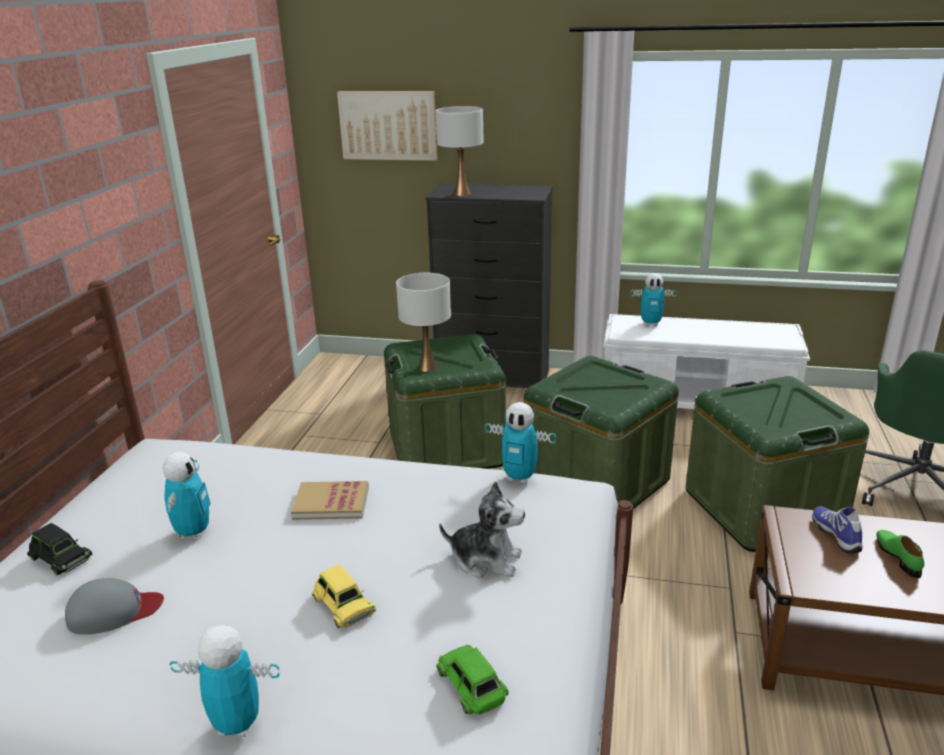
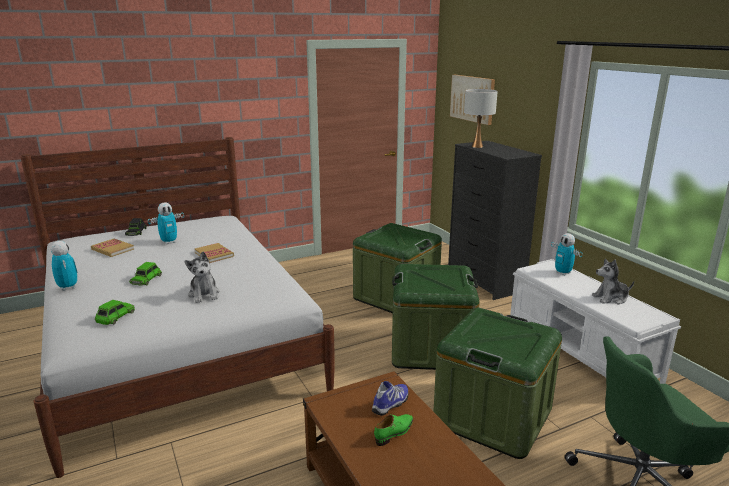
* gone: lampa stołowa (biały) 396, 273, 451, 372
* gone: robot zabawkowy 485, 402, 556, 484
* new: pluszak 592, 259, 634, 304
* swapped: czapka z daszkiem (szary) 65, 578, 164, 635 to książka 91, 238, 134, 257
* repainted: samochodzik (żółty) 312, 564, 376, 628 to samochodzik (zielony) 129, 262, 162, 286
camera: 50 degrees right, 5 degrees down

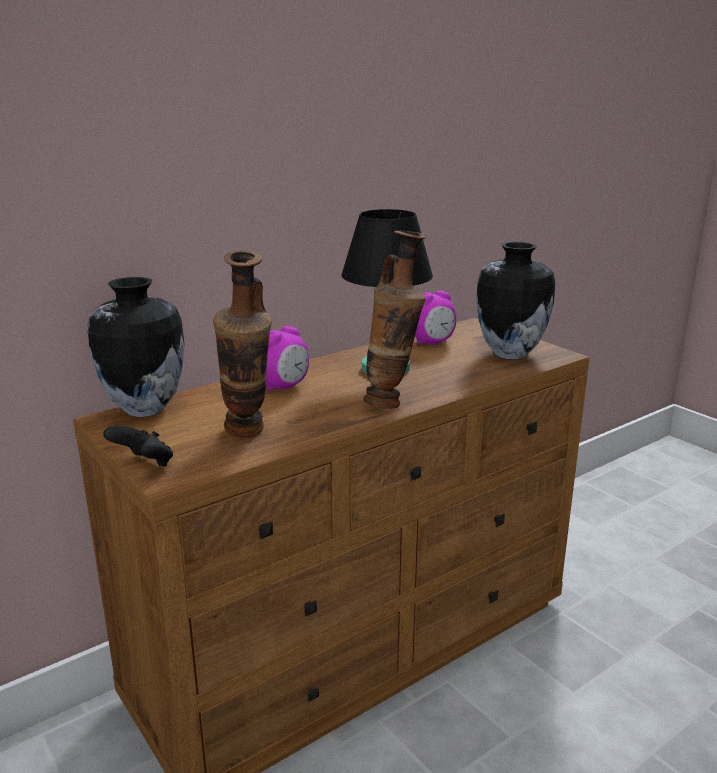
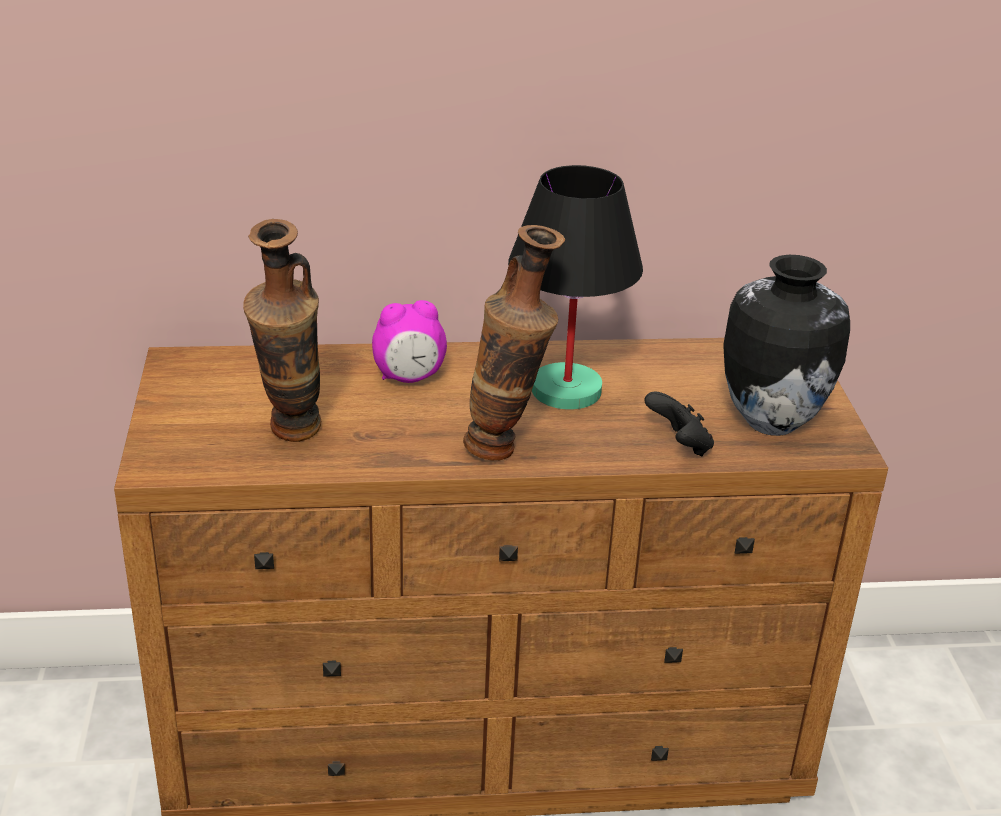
* gone: wazon 87, 277, 185, 417
* gone: budzik 415, 290, 456, 345
* shifted: pad do gier (czarny) 103, 425, 173, 467 to 644, 391, 714, 456
camera: 30 degrees right, 10 degrees up

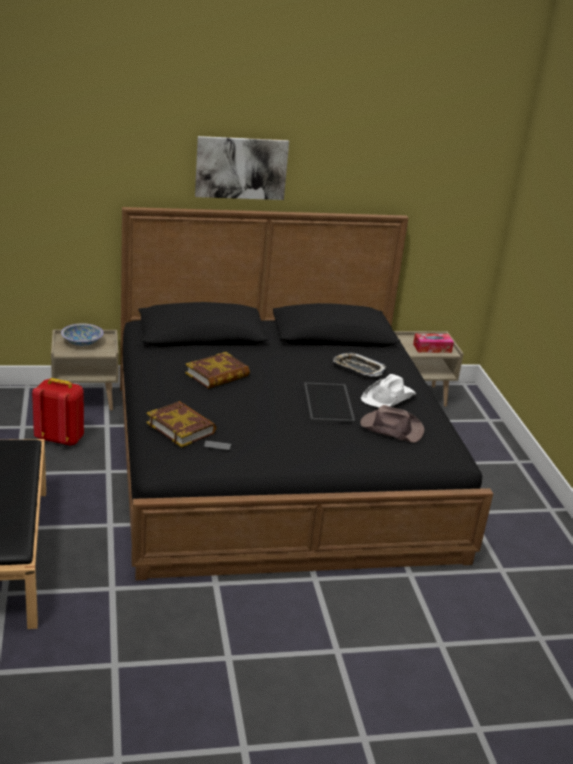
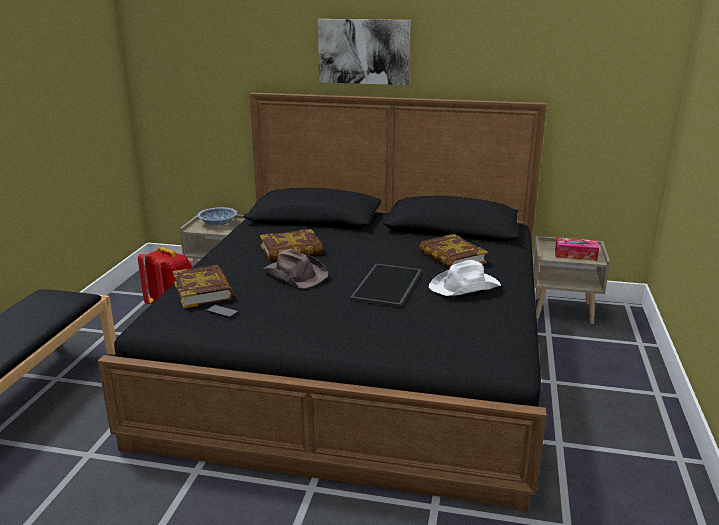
* shifted: kapelusz (brązowy) 360, 405, 424, 443 to 263, 249, 328, 289
* swapped: taca 333, 353, 386, 376 to książka 419, 234, 488, 269
camera: 25 degrees right, 5 degrees down

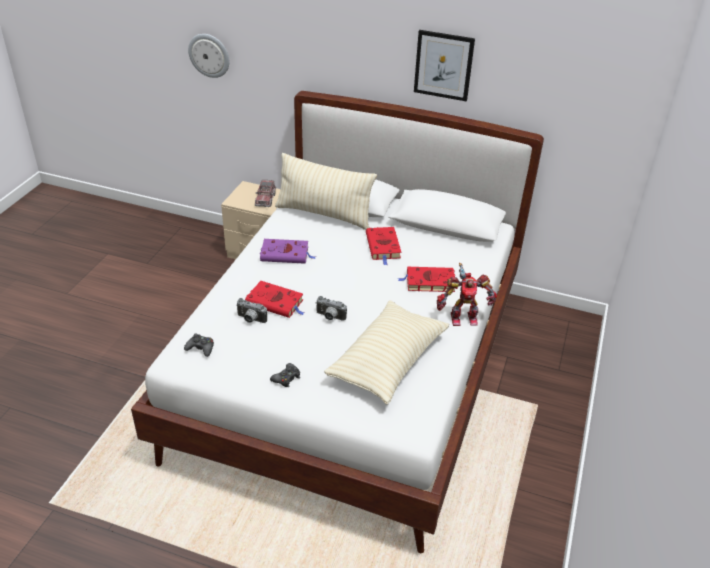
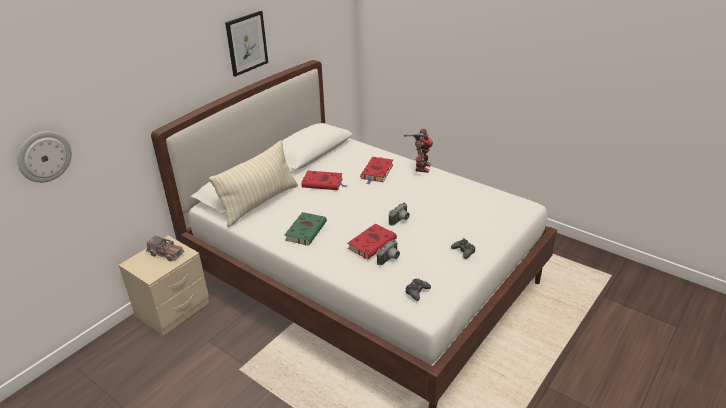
* gone: poduszka (beżowy) 324, 300, 449, 404
* repainted: książka (fioletowy) 260, 239, 316, 264 to książka (zielony) 285, 212, 327, 246
camera: 70 degrees left, 5 degrees down

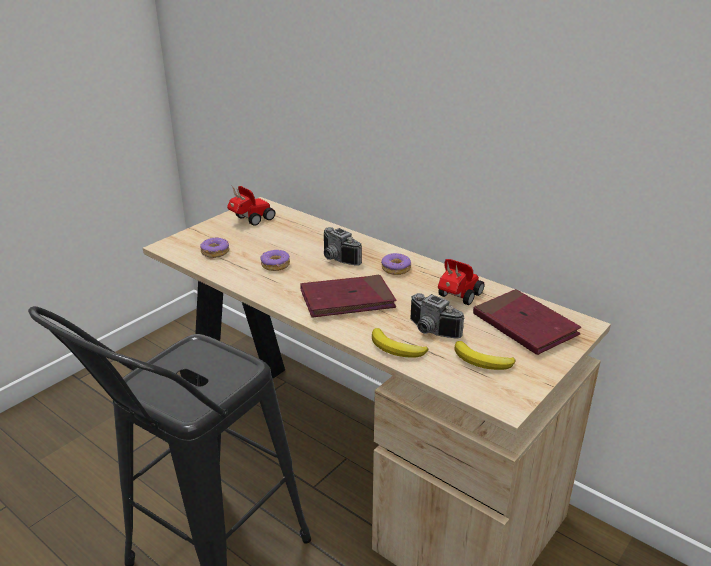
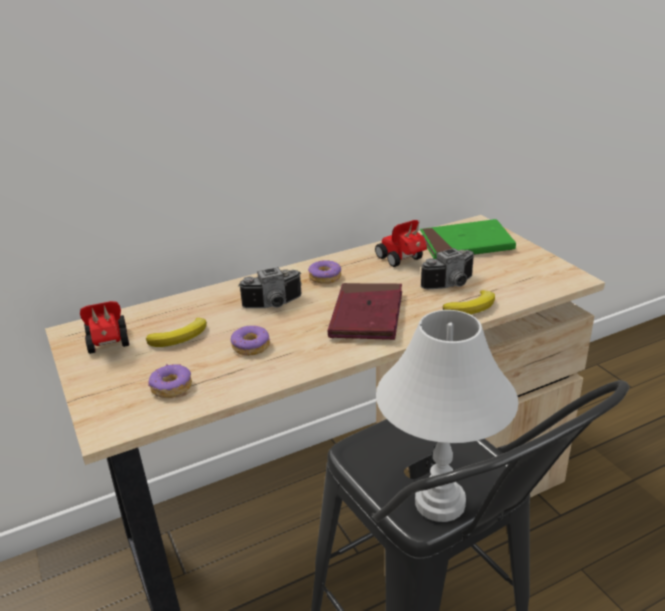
* new: lampa stołowa (biały) 376, 310, 519, 522
* shifted: banan 454, 341, 515, 370 to 146, 318, 207, 347
* repainted: książka (czerwony) 473, 289, 581, 355 to książka (zielony) 420, 219, 516, 259
camera: 65 degrees left, 0 degrees up

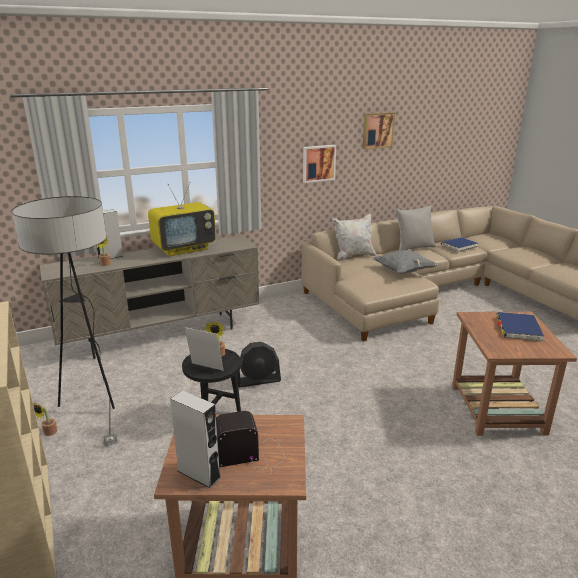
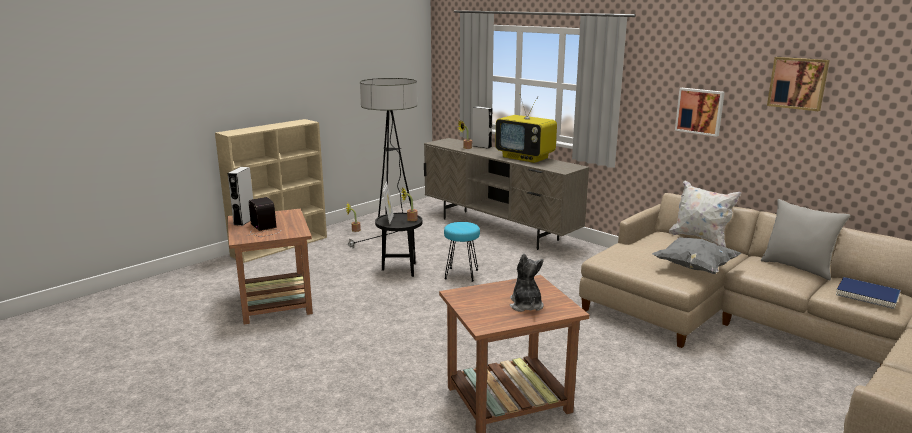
* swapped: wentylator (czarny) 237, 342, 281, 387 to stołek (turkusowy) 444, 222, 480, 282
* swapped: książka (niebieski) 496, 312, 544, 342 to pluszak 510, 253, 544, 312
camera: 70 degrees right, 5 degrees down

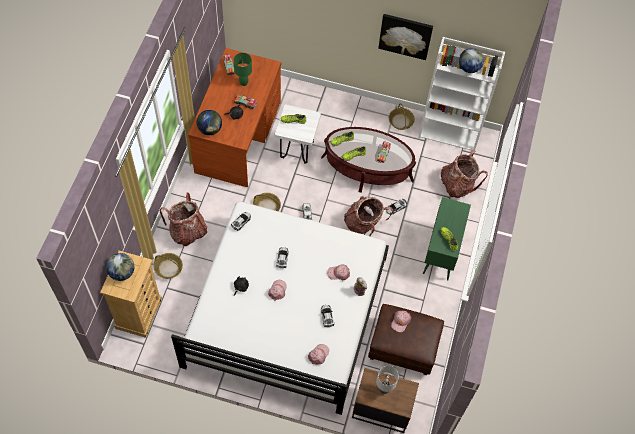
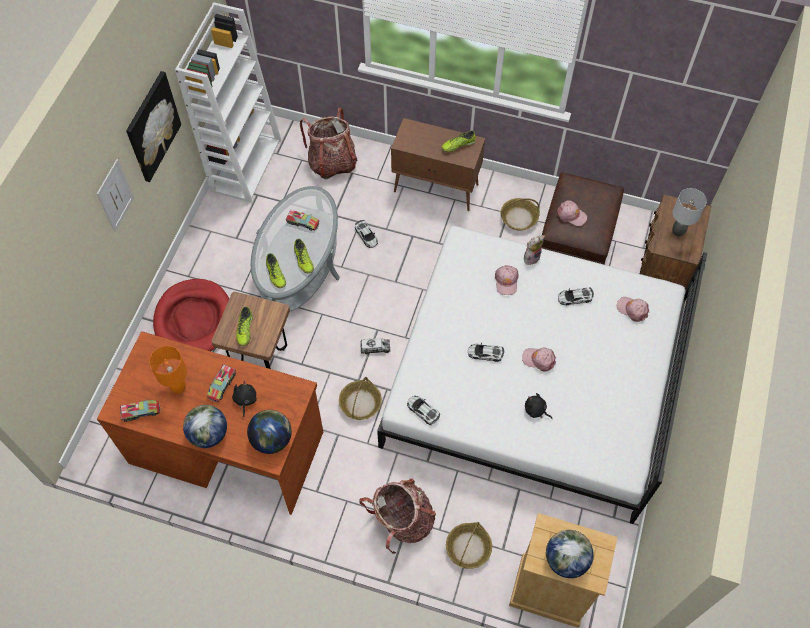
* gone: plecak 344, 196, 393, 236
* new: obraz 97, 159, 134, 232
* new: legowisko (czerwony) 153, 279, 229, 351
* shifted: koszyk 389, 103, 415, 130 to 501, 198, 540, 231
* shifted: globus 459, 48, 484, 73 to 183, 405, 227, 448
* repainted: lampa stołowa (zielony) 234, 53, 252, 86 to lampa stołowa (pomarańczowy) 149, 346, 187, 394
* repainted: stołek (biały) 275, 105, 321, 164 to stołek (brązowy) 212, 292, 290, 369
* repainted: ława (brązowy) 321, 127, 416, 193 to ława (szary) 251, 186, 340, 311
* repainted: szafka (zielony) 423, 197, 471, 281 to szafka (brązowy) 391, 118, 485, 211
camera: 85 degrees left, 0 degrees up

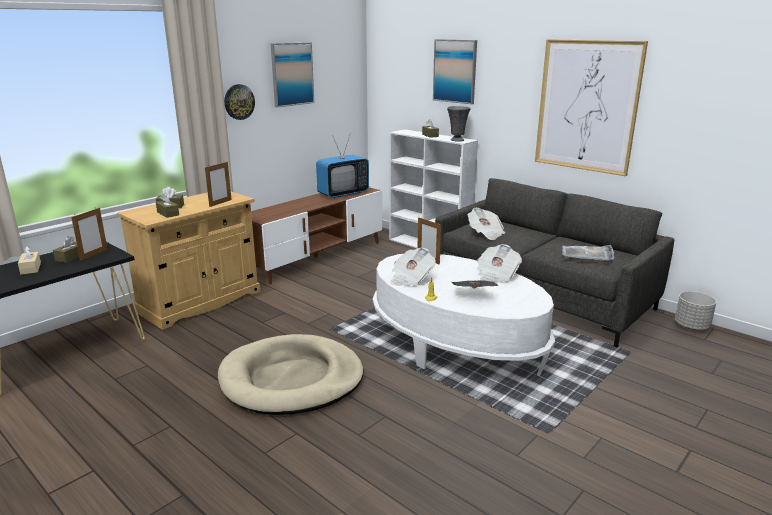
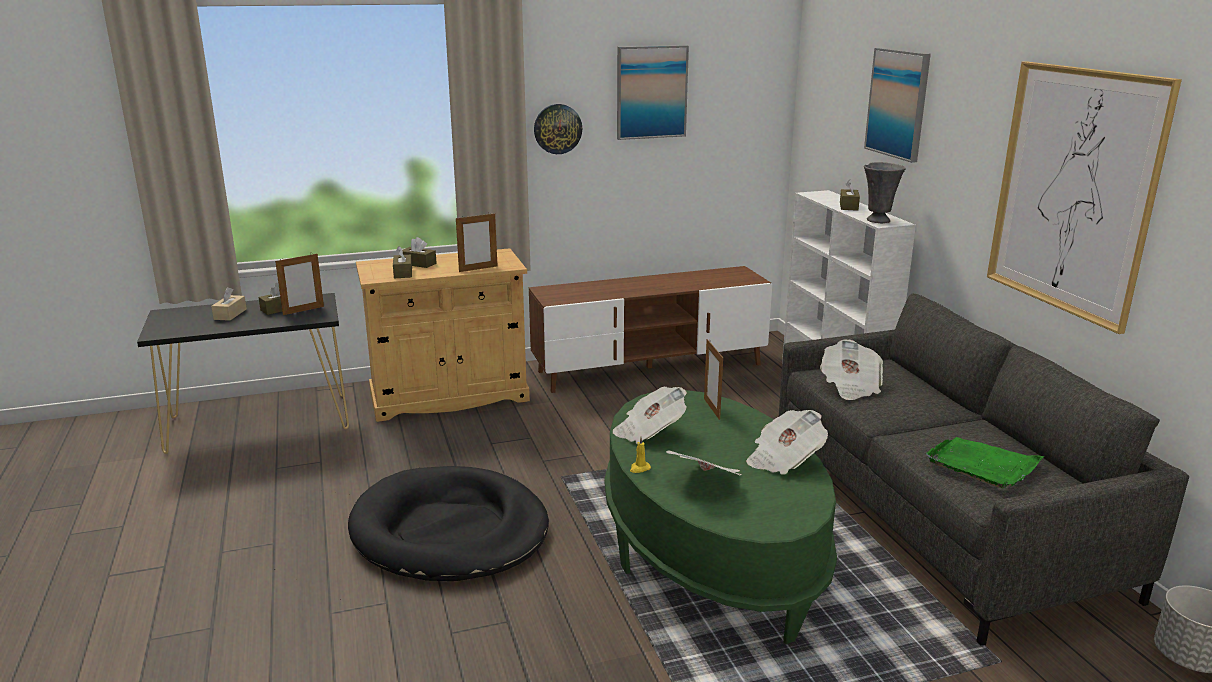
* gone: telewizor 316, 135, 369, 198
* repainted: legowisko (beżowy) 218, 334, 363, 415 to legowisko (czarny) 348, 466, 549, 581
* repainted: ława (biały) 373, 254, 555, 376 to ława (zielony) 604, 390, 837, 645
* repainted: taca (szary) 562, 245, 614, 263 to taca (zielony) 926, 437, 1045, 488
camera: 30 degrees right, 0 degrees up

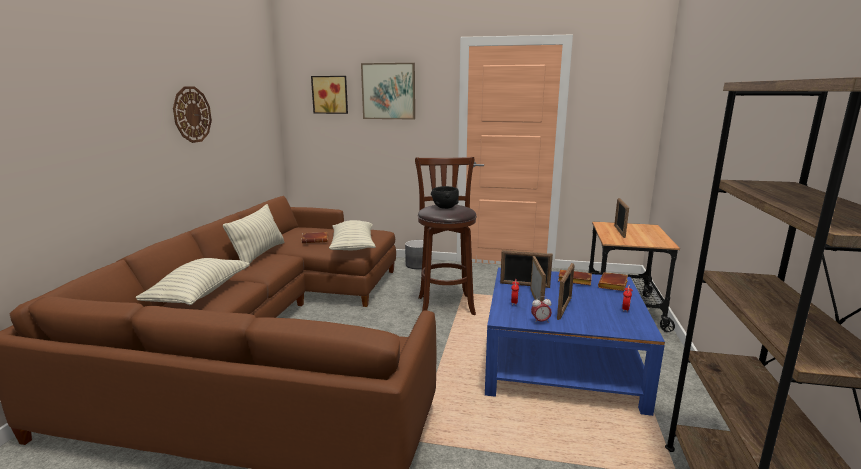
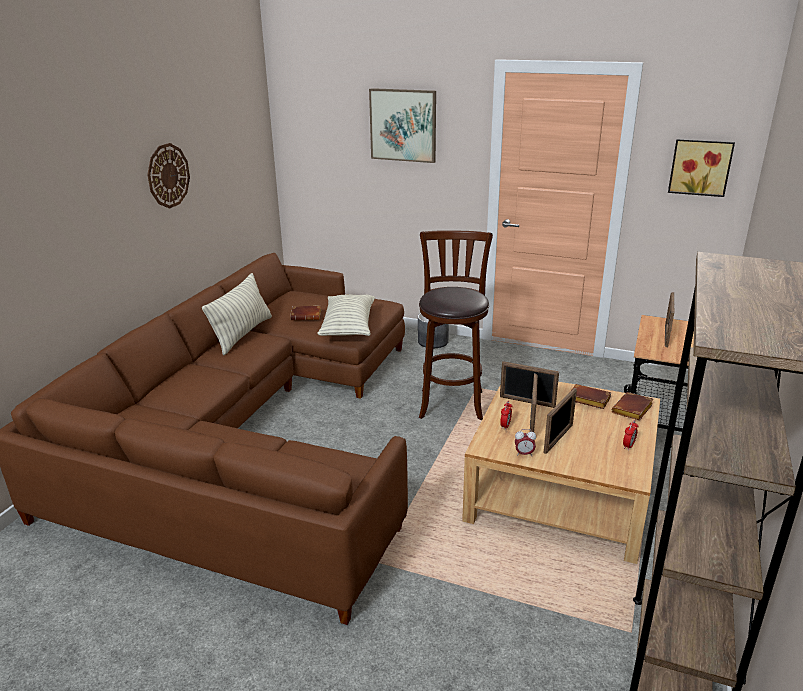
* gone: poduszka 136, 258, 250, 305
* gone: miska (czarny) 431, 186, 459, 209
* shifted: obraz 311, 76, 348, 114 to 668, 139, 735, 197
* repainted: ława (niebieski) 485, 268, 665, 416 to ława (beżowy) 462, 382, 660, 564
camera: 10 degrees right, 10 degrees up

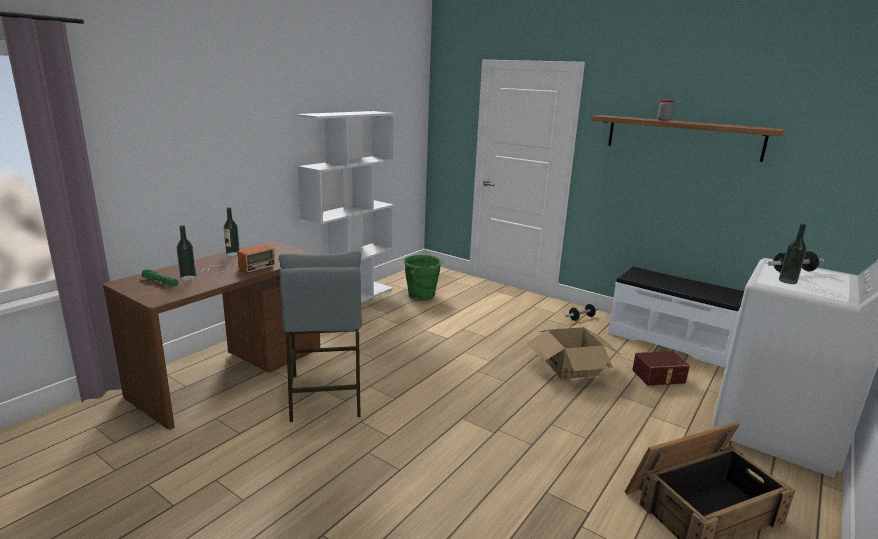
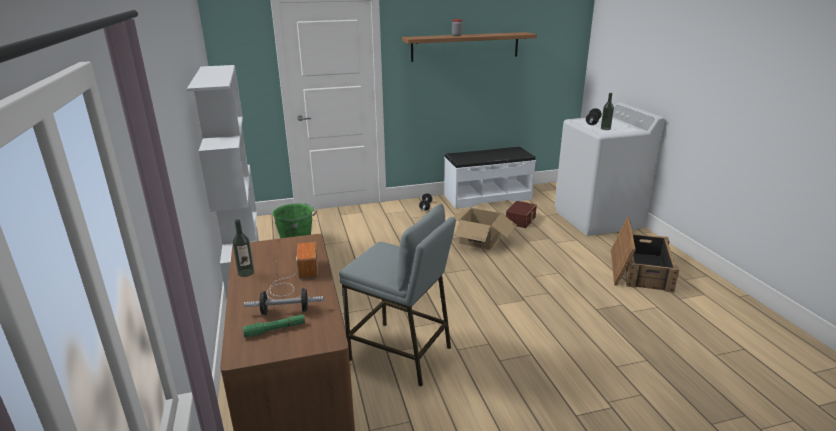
* swapped: butelka 177, 225, 196, 281 to hantel 244, 288, 324, 315
camera: 50 degrees left, 5 degrees up

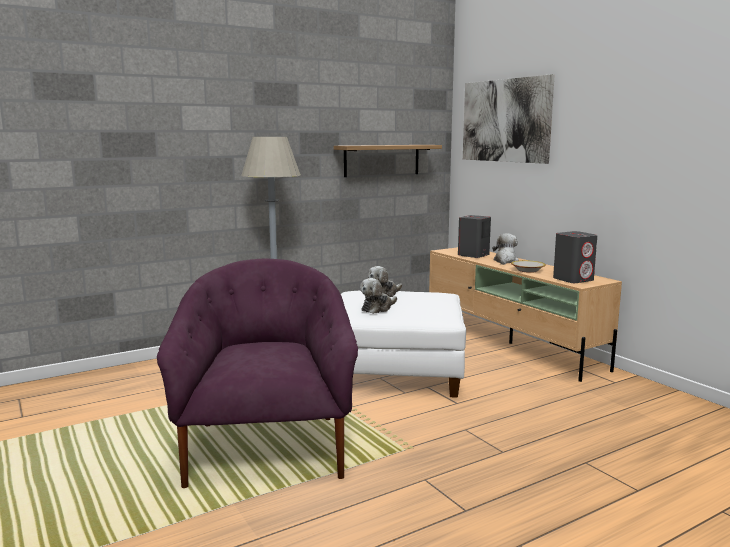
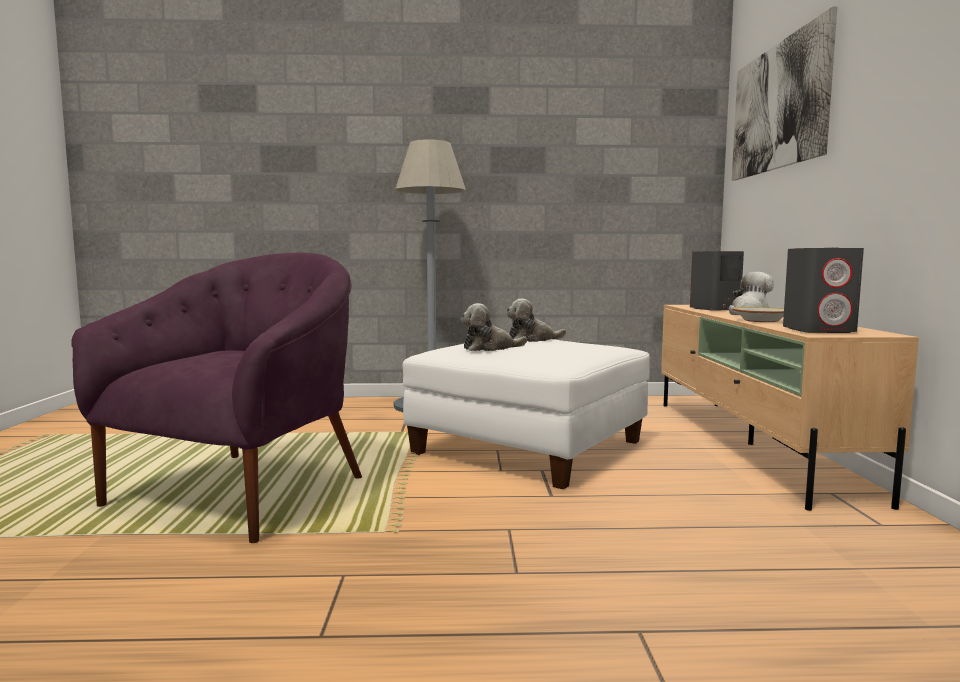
* gone: półka 334, 145, 442, 177
camera: 30 degrees right, 5 degrees down

